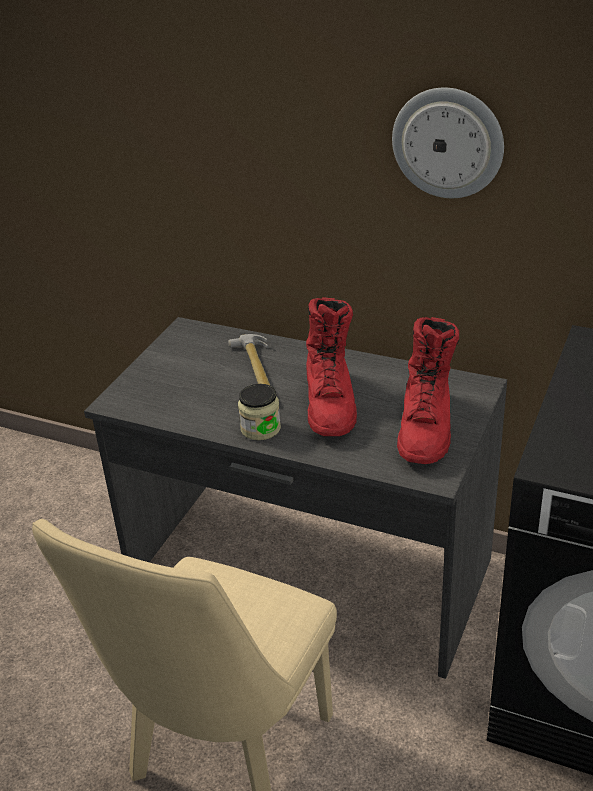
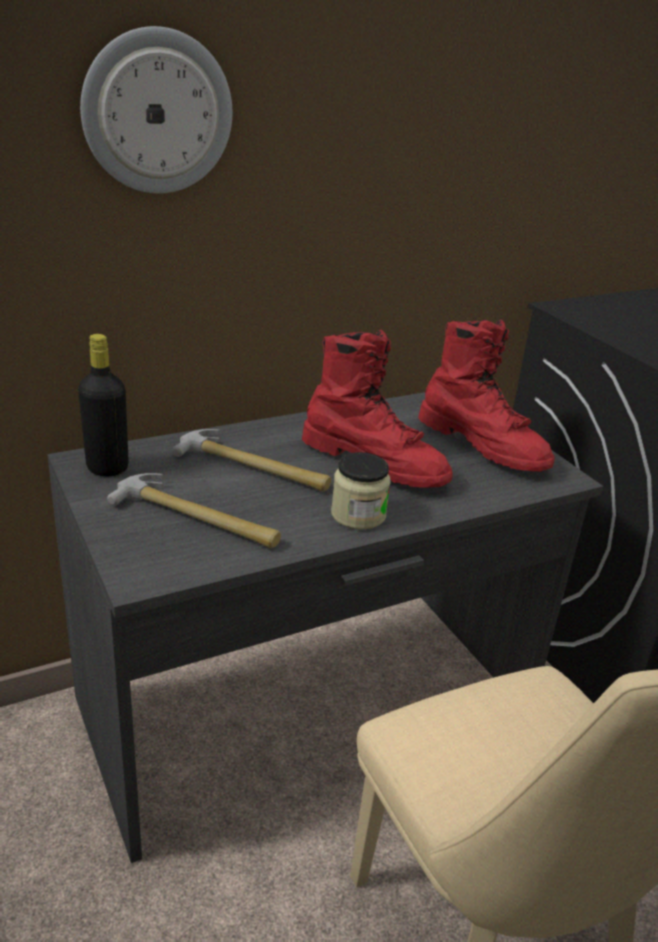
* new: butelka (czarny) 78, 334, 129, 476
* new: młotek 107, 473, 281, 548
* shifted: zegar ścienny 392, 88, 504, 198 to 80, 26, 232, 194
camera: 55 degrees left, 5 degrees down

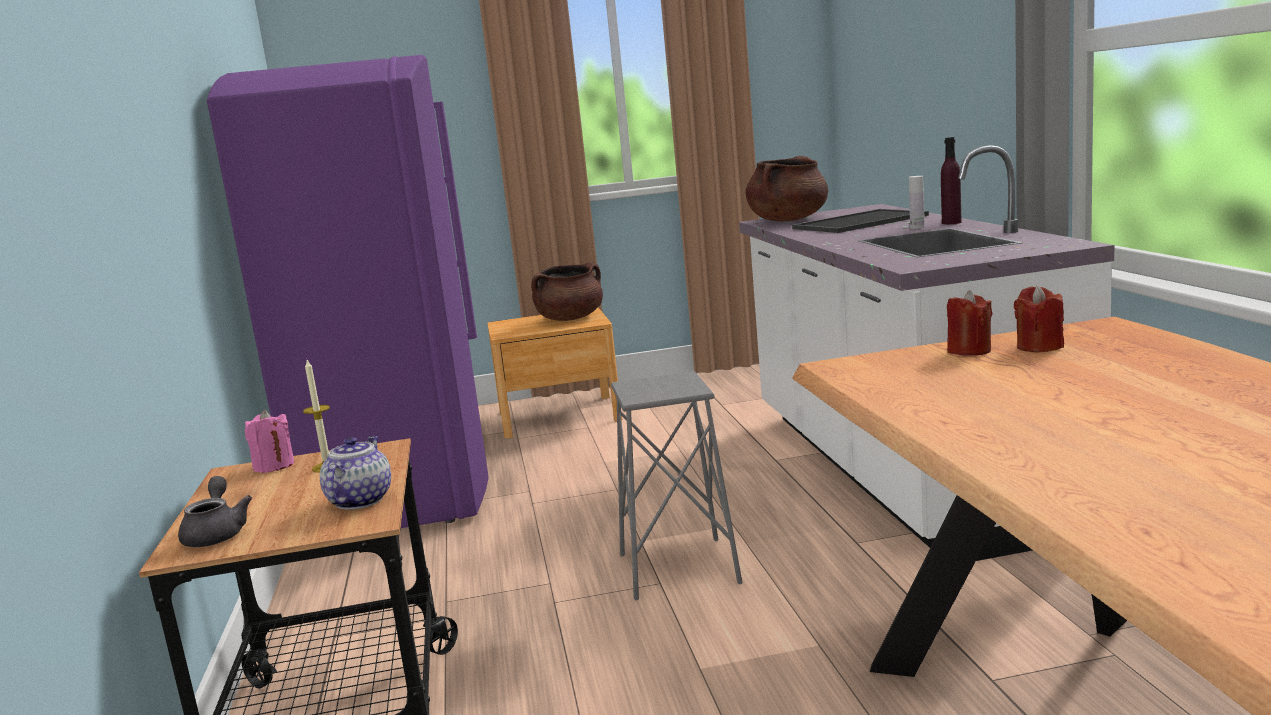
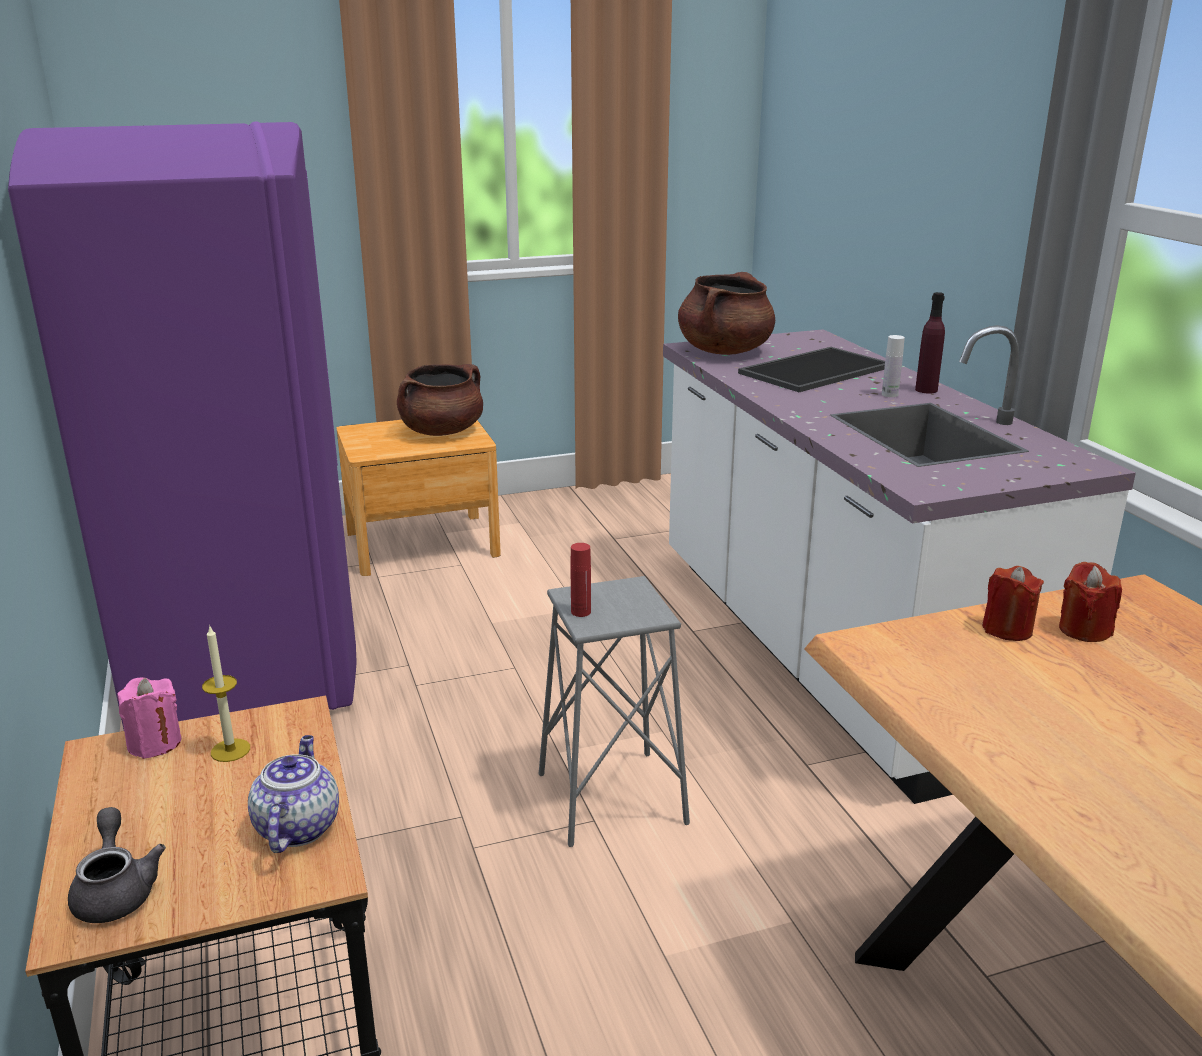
* new: butelka (czerwony) 570, 543, 591, 617
camera: 10 degrees left, 10 degrees up

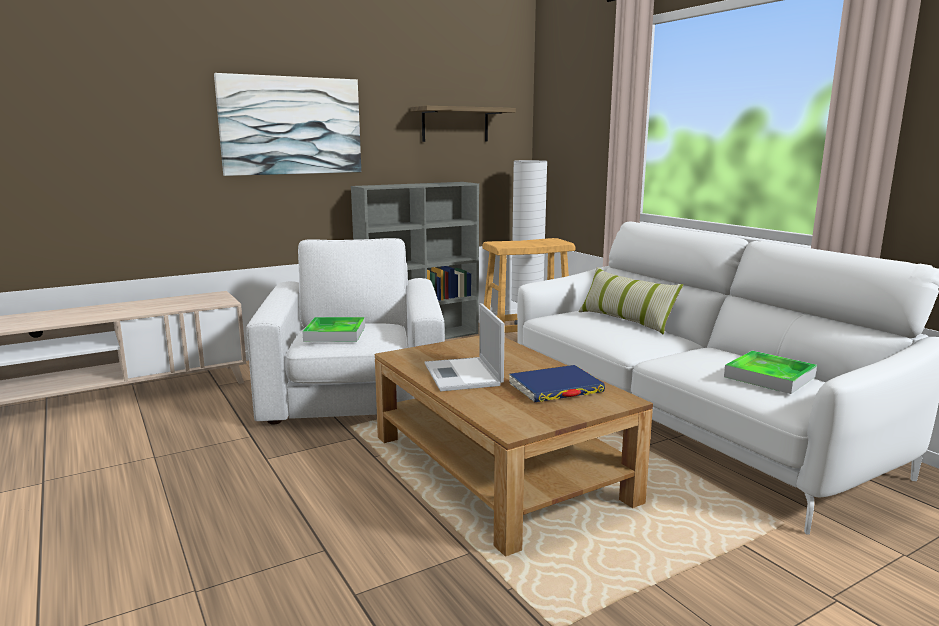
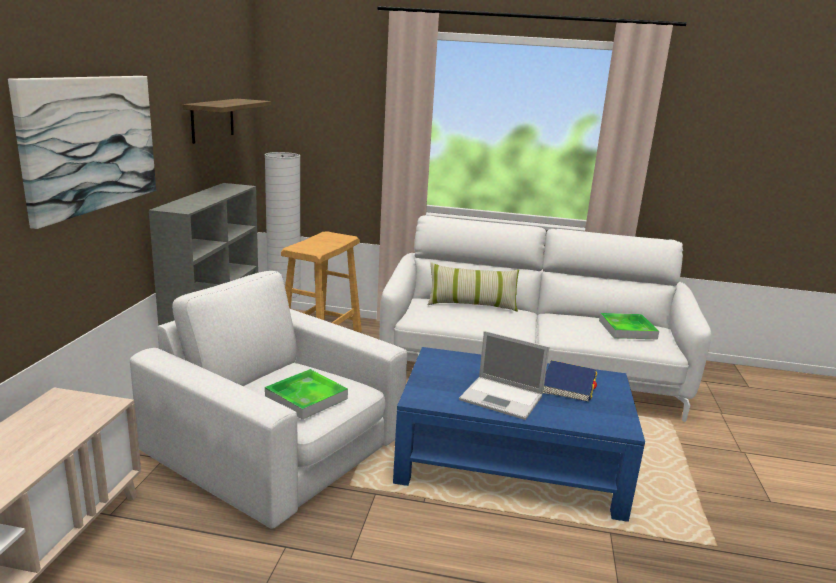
* repainted: ława (brązowy) 375, 336, 653, 557 to ława (niebieski) 393, 347, 645, 522
camera: 50 degrees left, 5 degrees up

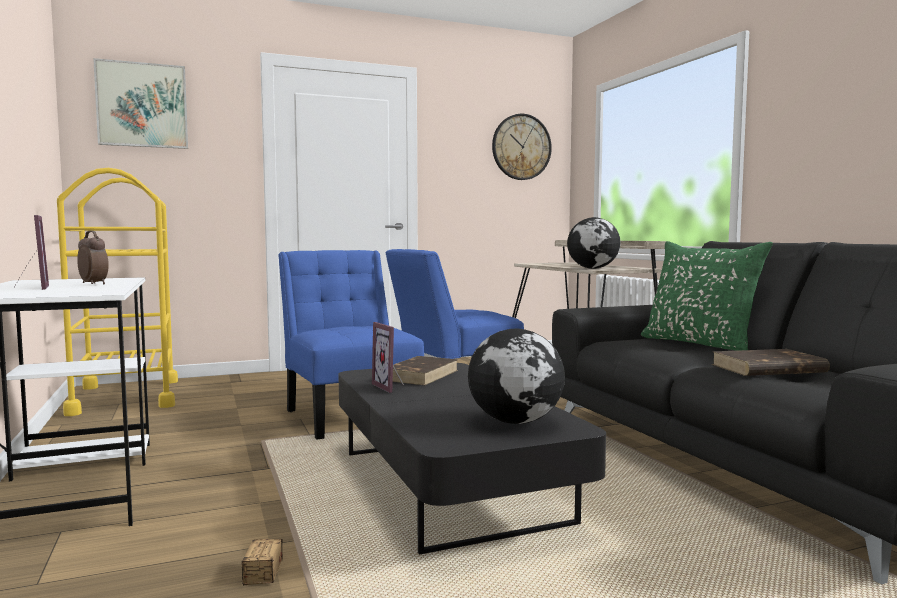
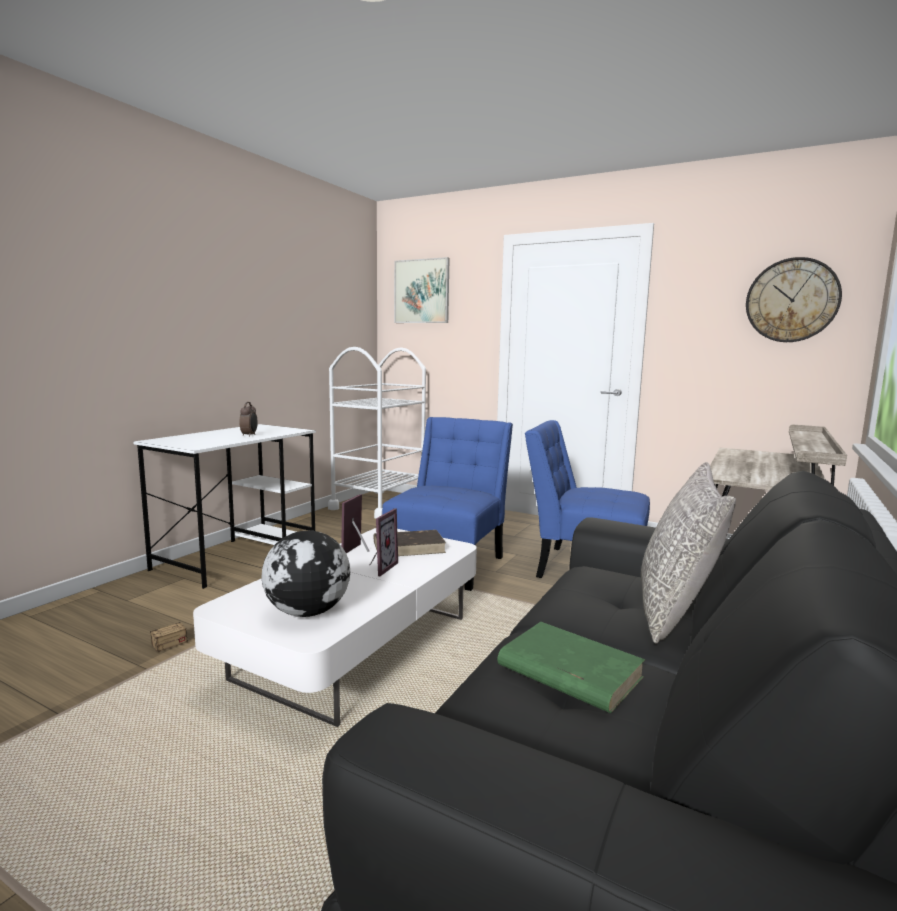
* gone: globus 567, 217, 621, 269
* shifted: ramka na zdjęcie 16, 215, 49, 290 to 369, 508, 398, 576
* repainted: wózek (żółty) 57, 168, 178, 416 to wózek (biały) 328, 347, 426, 519
* repainted: ława (czarny) 338, 363, 606, 555 to ława (biały) 193, 528, 477, 727
* repainted: poduszka (zielony) 641, 241, 773, 351 to poduszka (szary) 641, 462, 736, 643
* repainted: książka (brązowy) 712, 349, 830, 376 to książka (zielony) 497, 622, 645, 713
camera: 50 degrees right, 5 degrees up

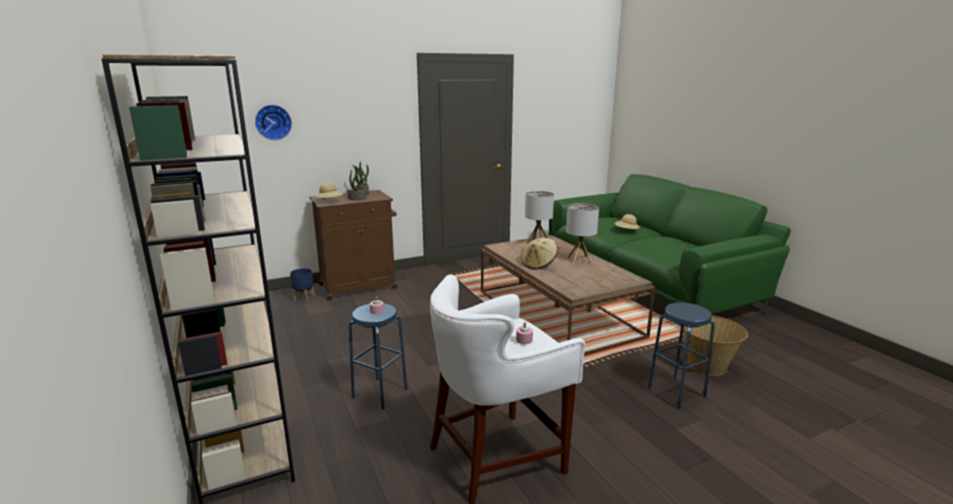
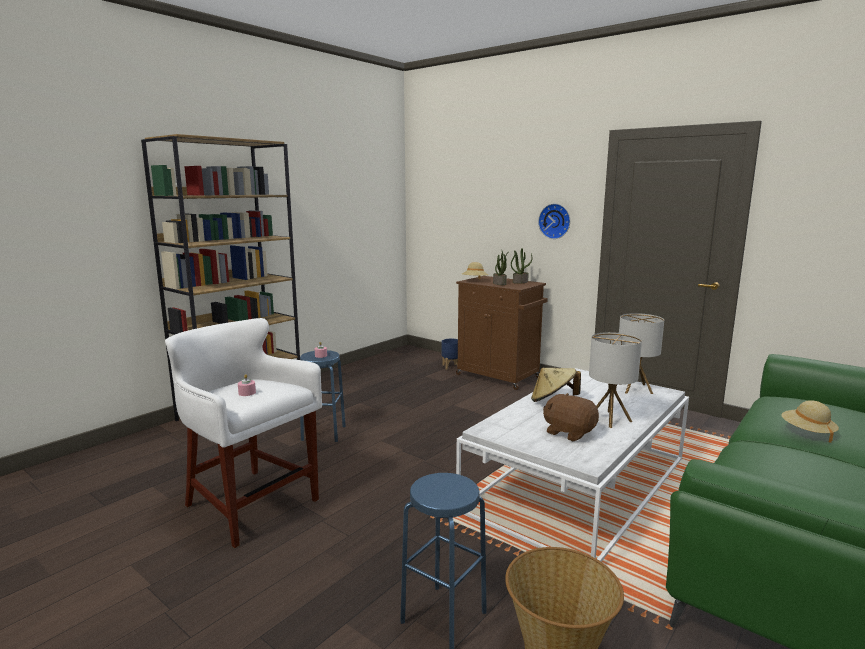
* new: pluszak (brązowy) 543, 393, 599, 441
* shifted: zegar ścienny 255, 105, 292, 140 to 538, 204, 570, 239
* repainted: ława (brązowy) 481, 235, 656, 356 to ława (biały) 456, 368, 689, 562
camera: 65 degrees right, 5 degrees down

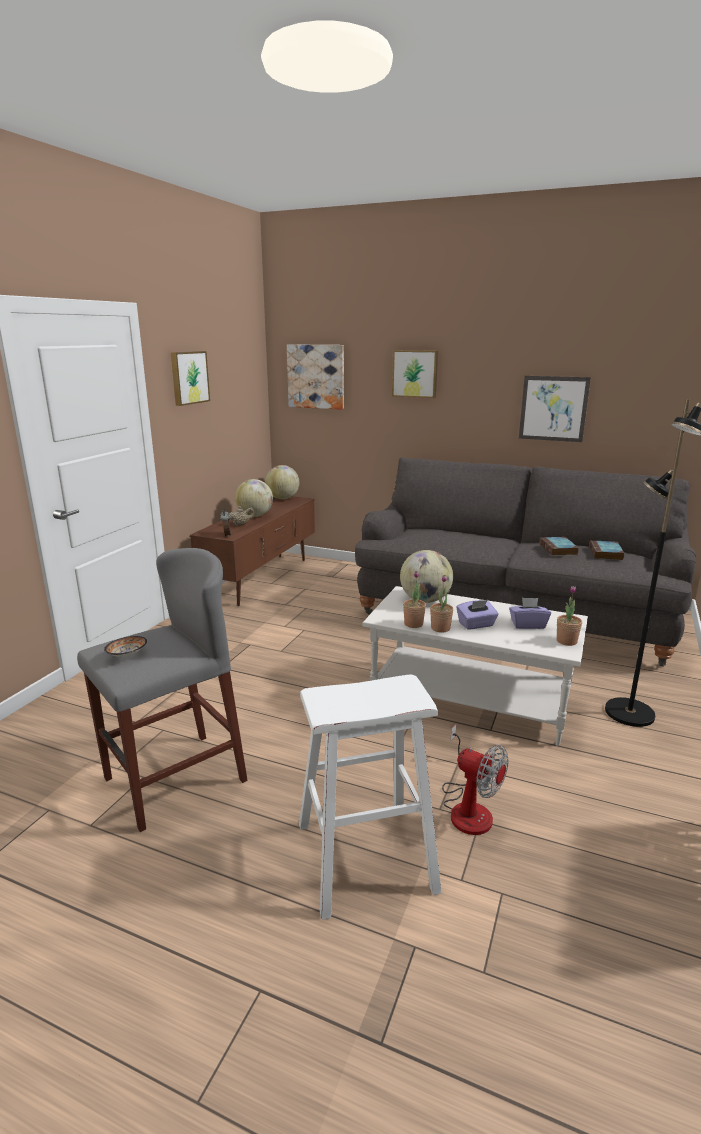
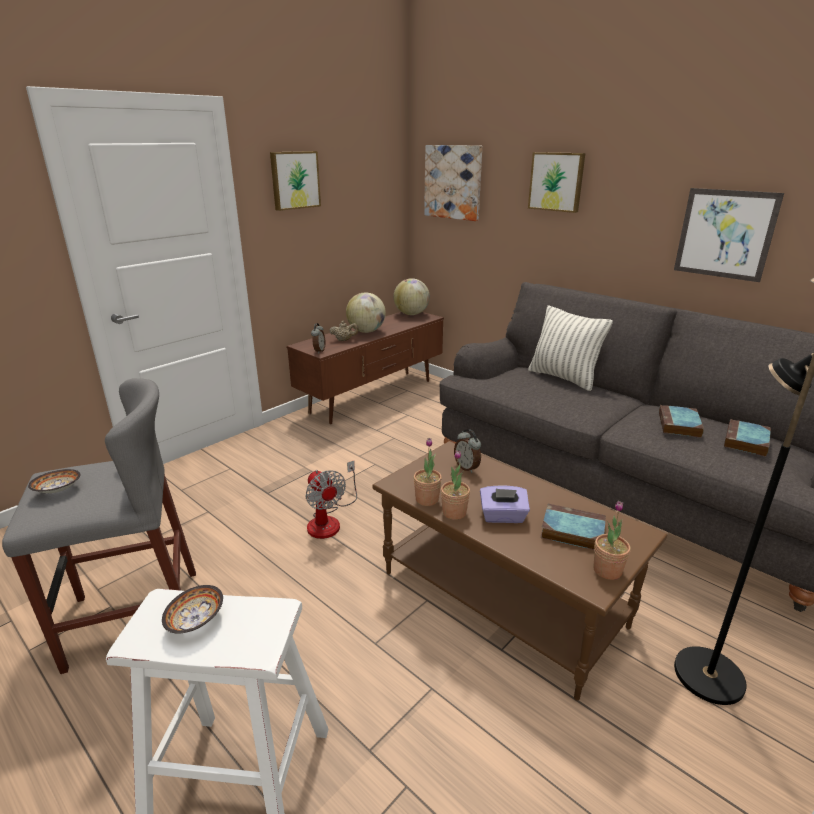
* new: miska 162, 585, 223, 633
* new: poduszka 528, 305, 613, 391
* shifted: wentylator 442, 725, 509, 835 to 305, 461, 357, 539
* swapped: globus 400, 550, 453, 603 to budzik 454, 429, 481, 473
* swapped: pudełko chusteczek (fioletowy) 509, 598, 551, 629 to książka 540, 504, 606, 550
* repainted: ława (biały) 363, 586, 588, 746 to ława (brązowy) 372, 441, 667, 701
camera: 20 degrees right, 5 degrees up

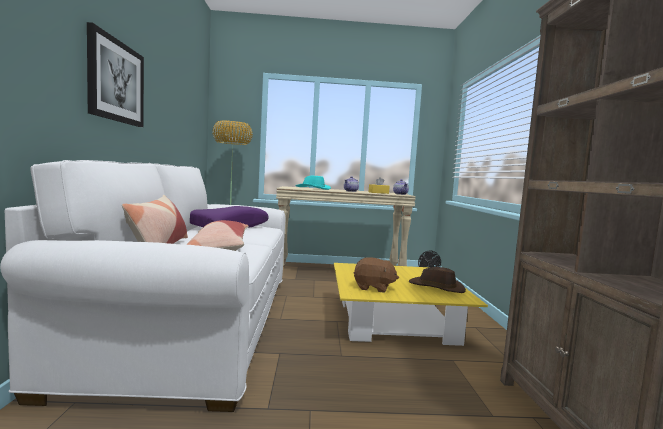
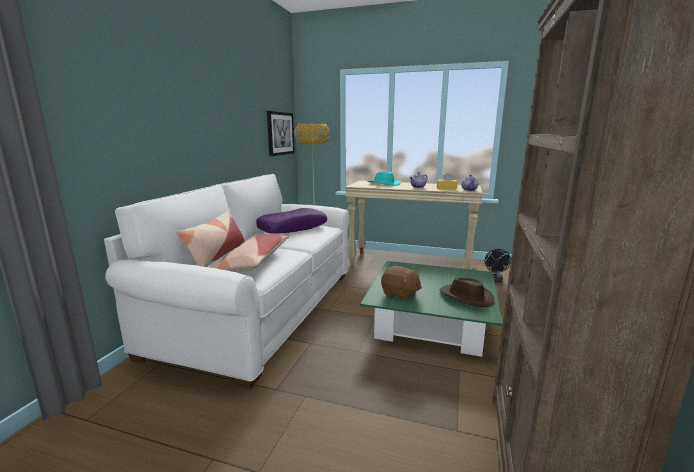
* shifted: obraz 87, 22, 144, 127 to 267, 111, 295, 156
* repainted: ława (żółty) 334, 263, 488, 346 to ława (zielony) 360, 261, 502, 357
camera: 20 degrees right, 10 degrees up

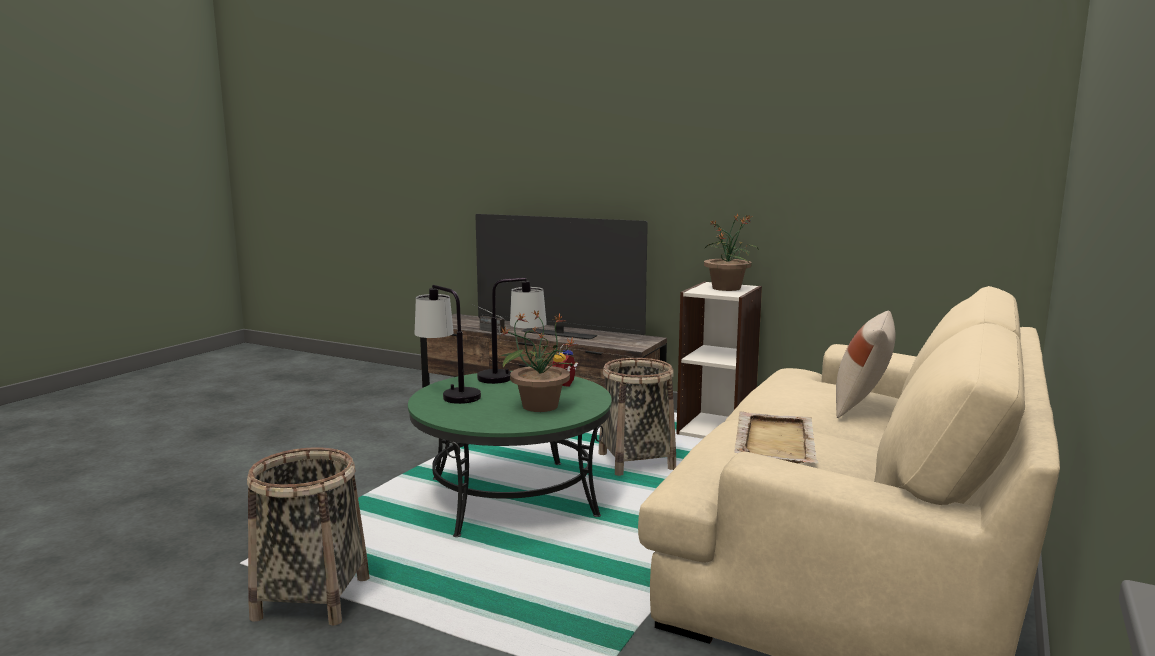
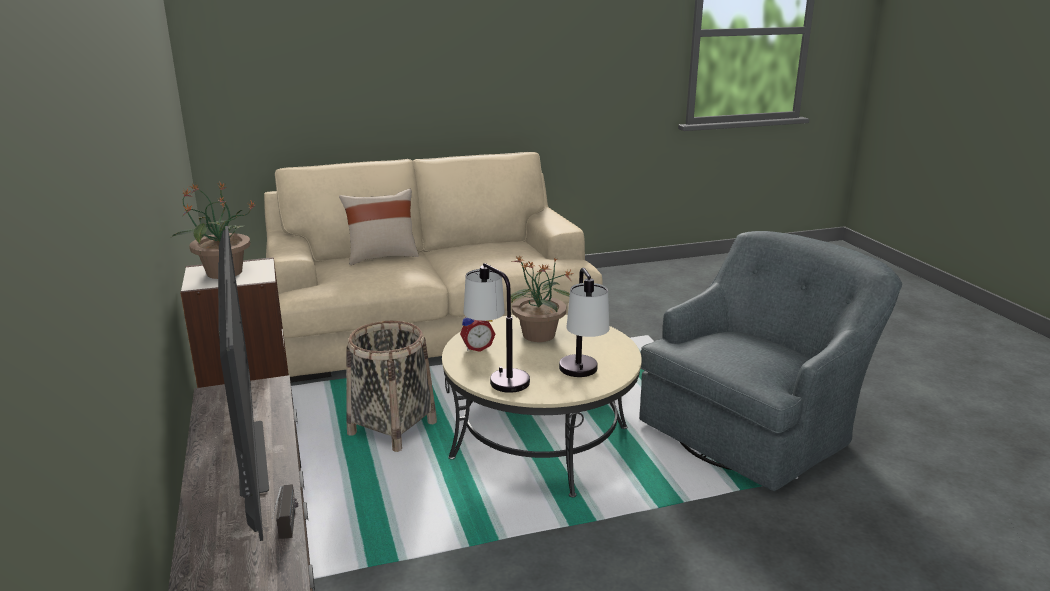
* gone: taca (beżowy) 734, 412, 819, 463
* swapped: koszyk 247, 447, 369, 626 to fotel (szary) 639, 231, 902, 491
* repainted: ława (zielony) 408, 371, 612, 537 to ława (beżowy) 442, 315, 642, 497
camera: 135 degrees left, 10 degrees up

